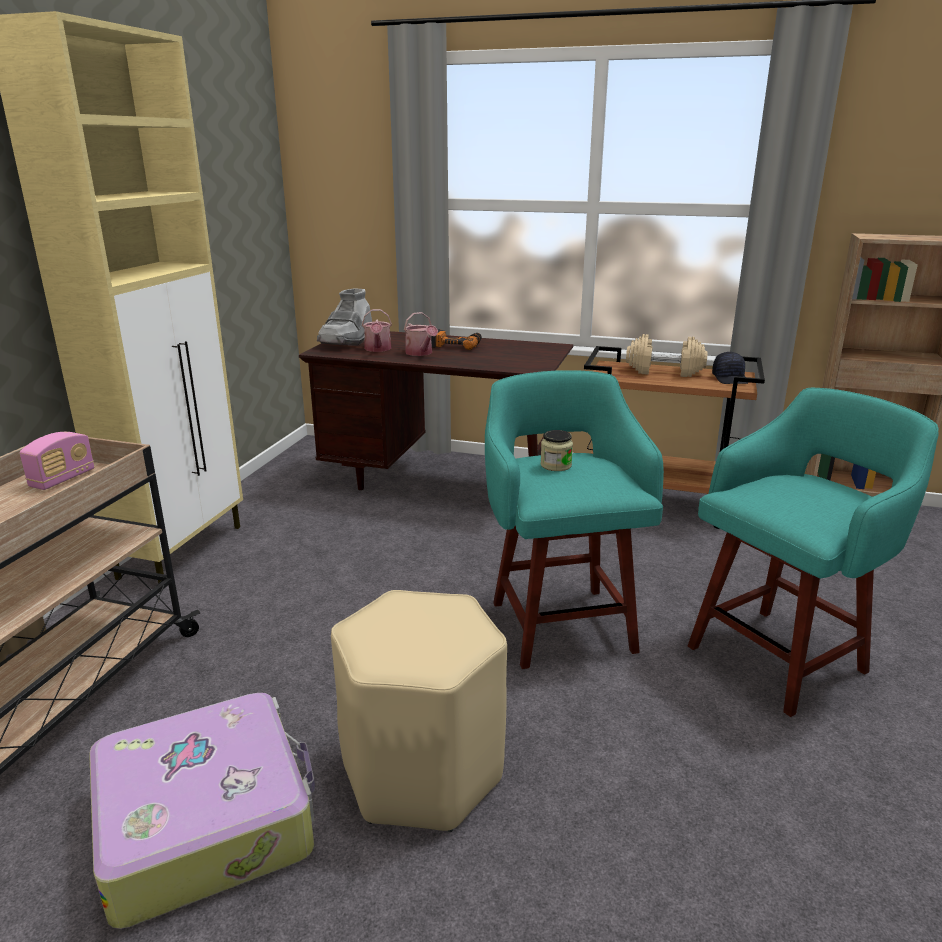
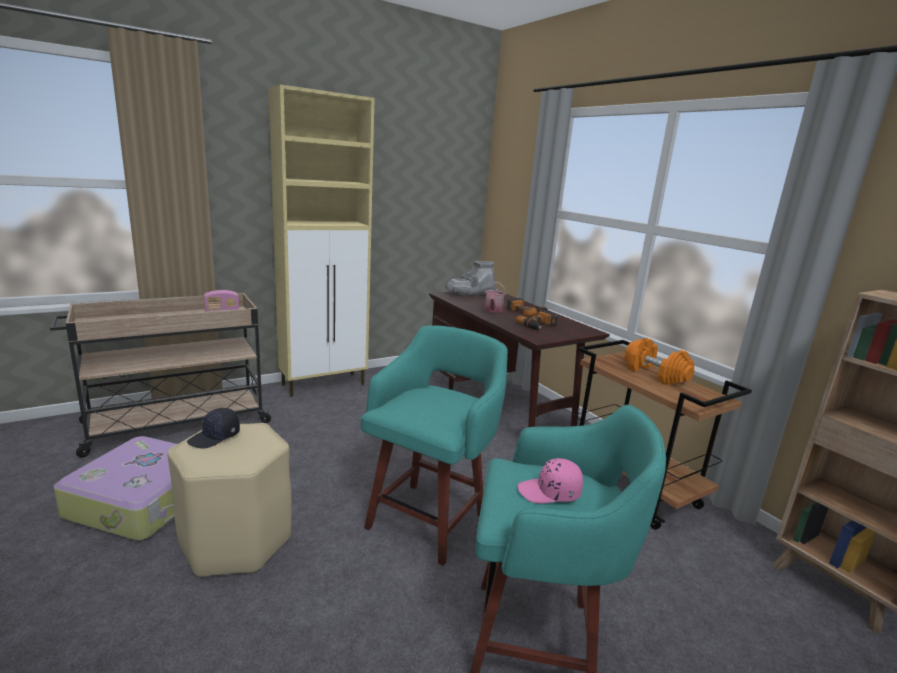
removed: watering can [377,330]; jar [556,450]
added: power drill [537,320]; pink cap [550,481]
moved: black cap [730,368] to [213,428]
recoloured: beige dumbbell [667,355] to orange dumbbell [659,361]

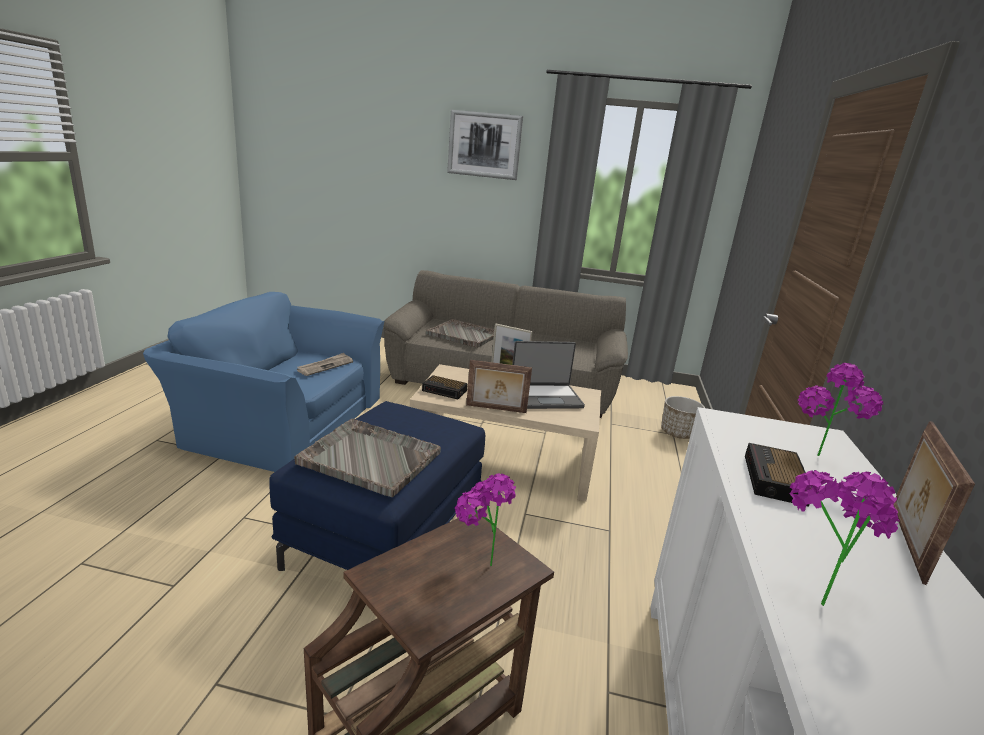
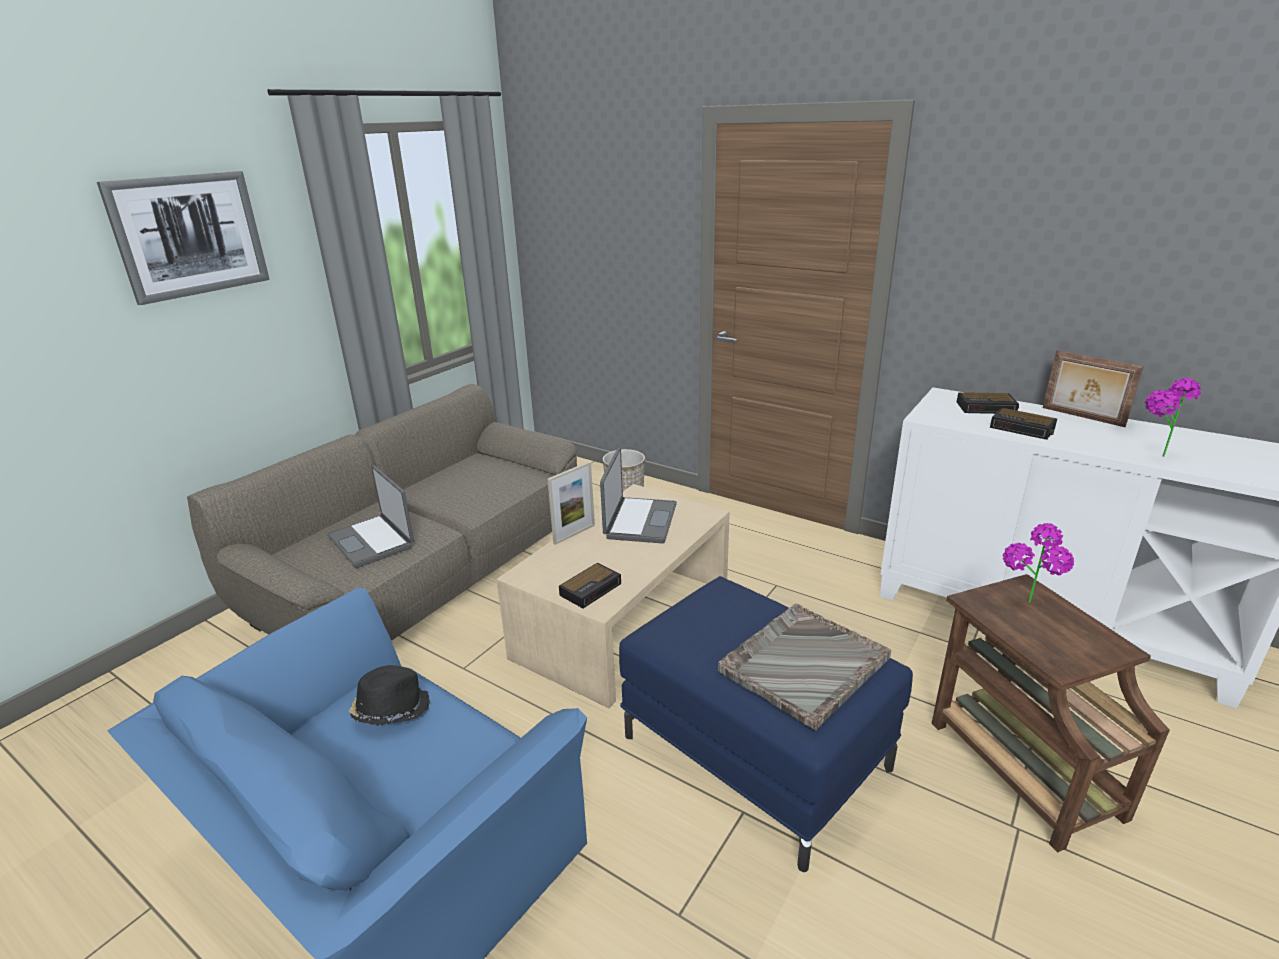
removed: picture frame [499,386]
replaced: grey tray [460,333] to laptop [370,516]; newspaper [325,364] to black hat [389,695]; potted plant [840,409] to alarm clock [988,403]

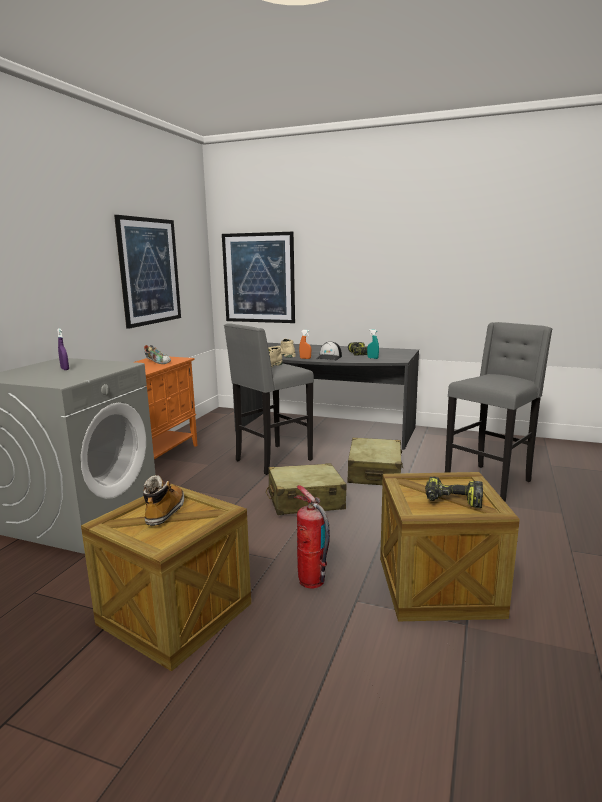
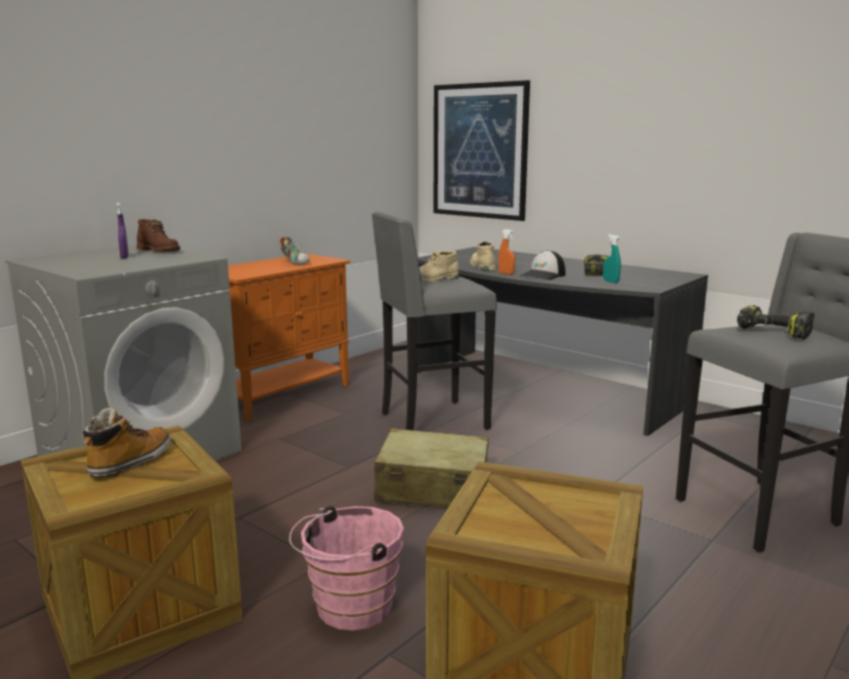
removed: picture [147,272]; beige suitcase [375,461]
added: brown boot [158,235]
moved: power drill [454,492] to [775,322]
replaced: fire extinguisher [312,536] to pink bucket [346,568]

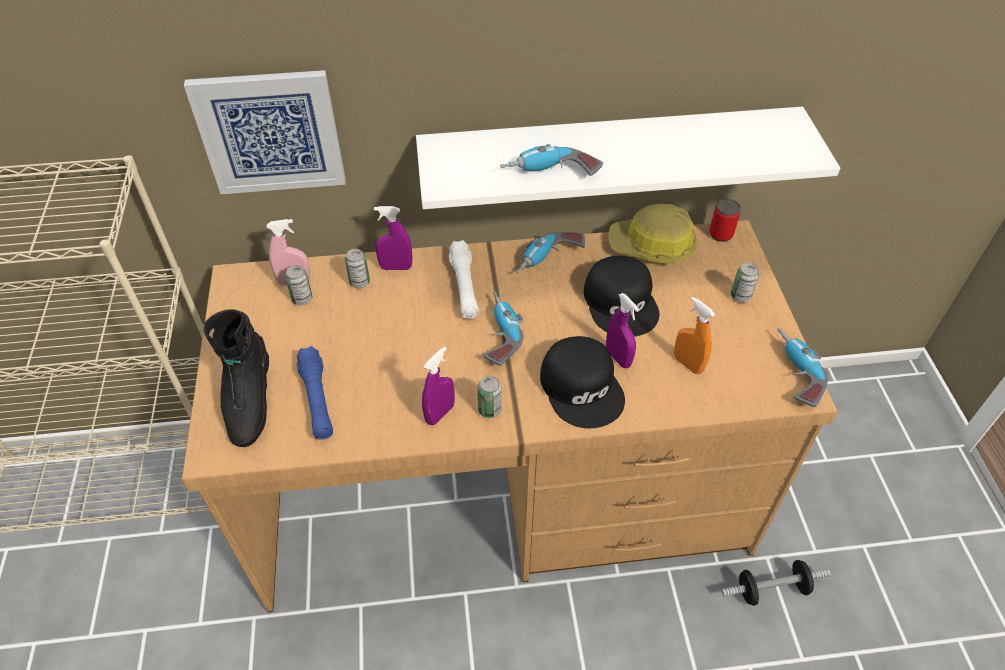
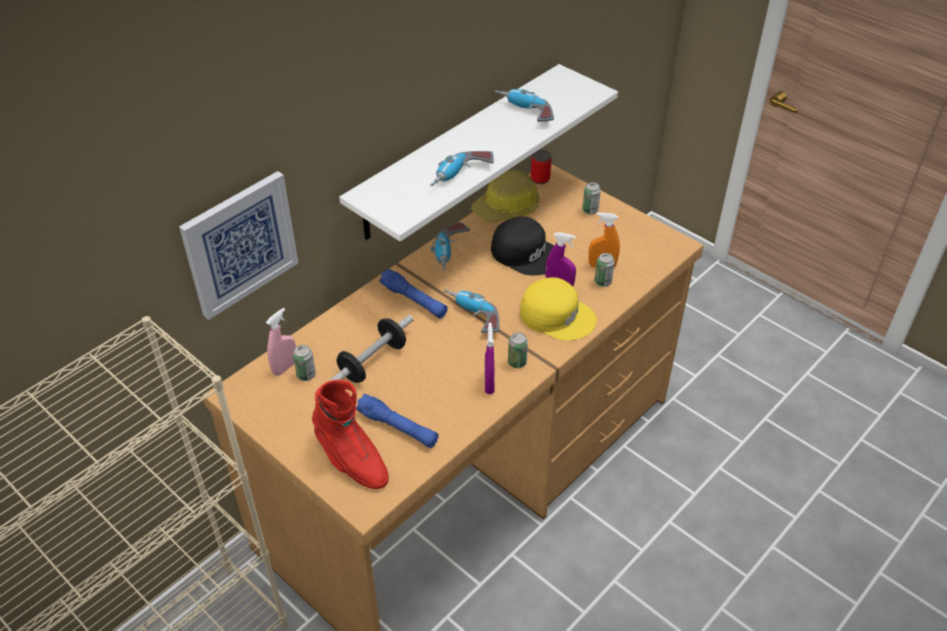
removed: purple spray bottle [393,238]
moved: can [357,268] to [605,270]; power drill [802,367] to [524,105]; dumbbell [775,583] to [371,349]
recoloured: white flashlight [464,279] to blue flashlight [413,293]; black boot [236,378] to red boot [350,434]; black cap [582,382] to yellow cap [558,309]

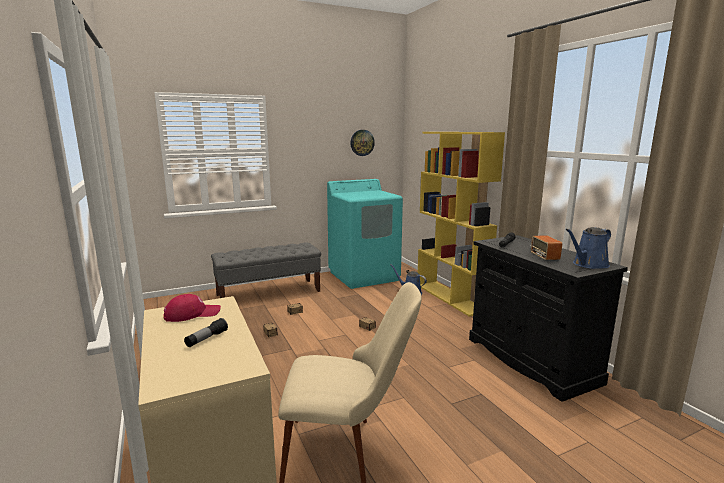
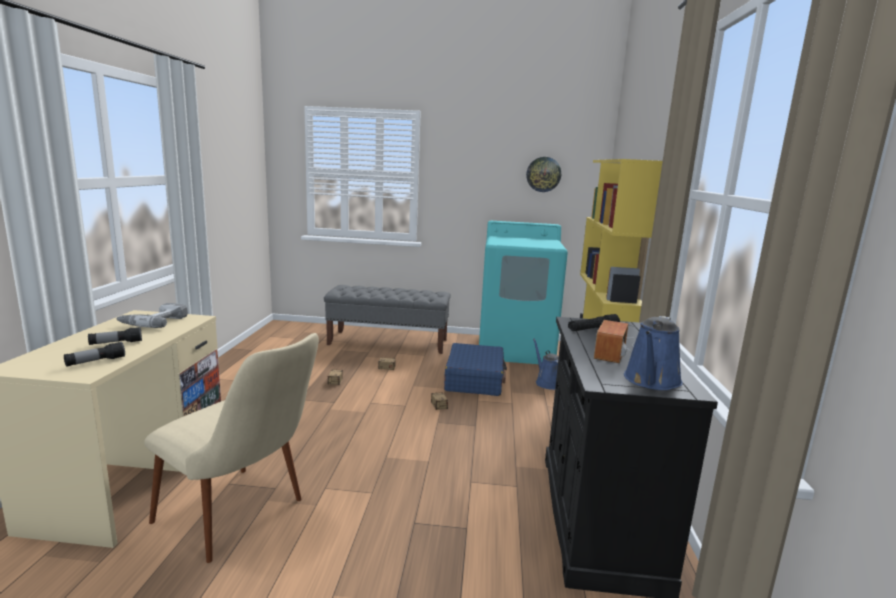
added: flashlight [94,354]; blue suitcase [475,369]
replaced: red cap [192,308] to power drill [152,315]
turned: blue watering can [588,248] = [653,353] 60 degrees counterclockwise

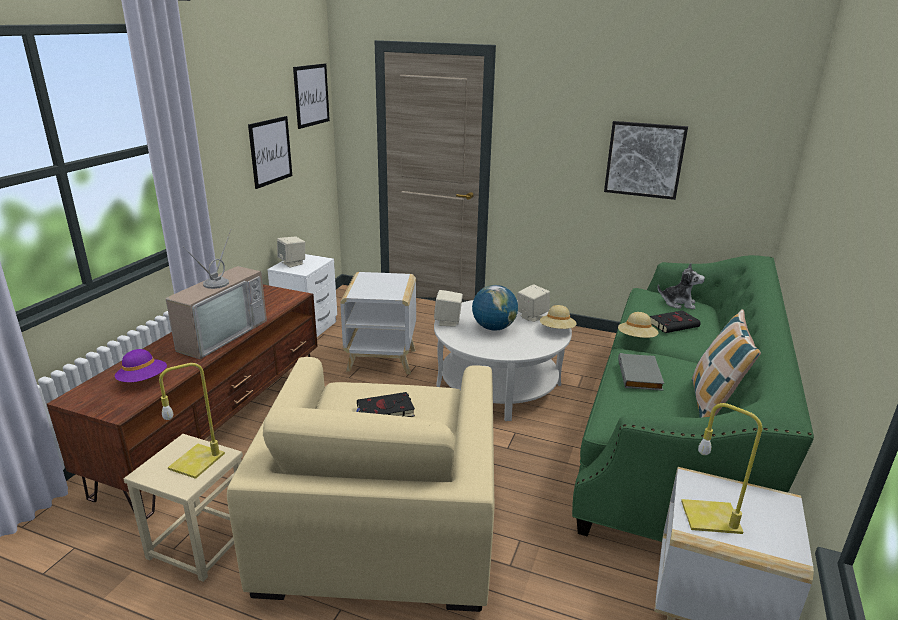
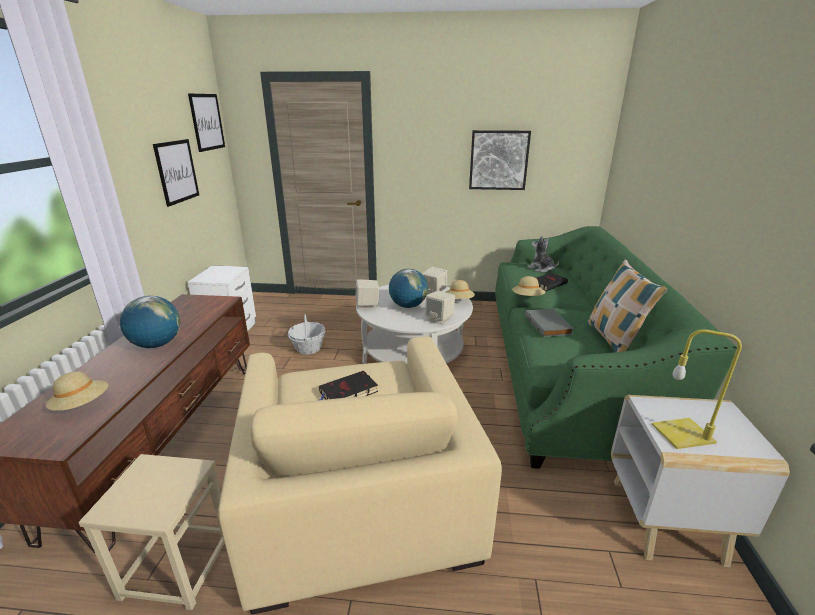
removed: yellow table lamp [192,421]
moved: beige speaker [291,251] to [440,308]
replaced: television [216,294] to globe [150,322]; white side table [378,323] to basket [306,334]
recoloured: purple hat [141,365] to beige hat [77,391]
turned: plush toy [681,286] = [543,254] 135 degrees counterclockwise

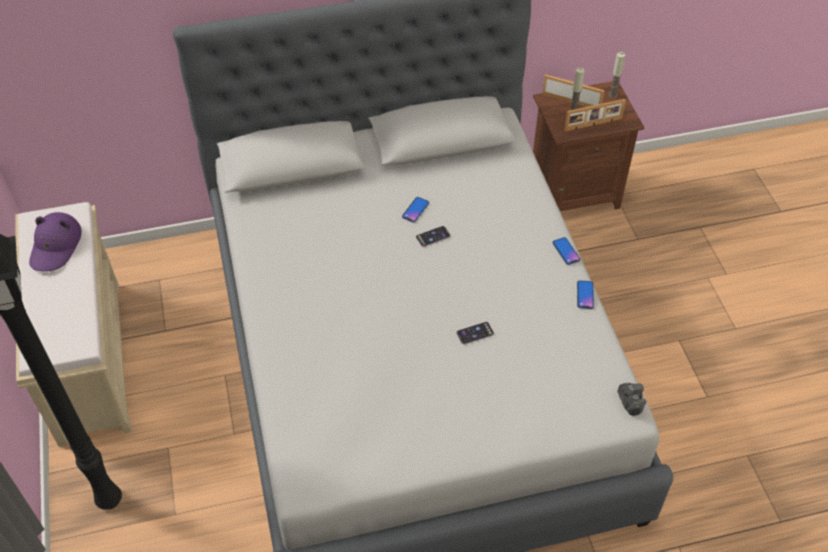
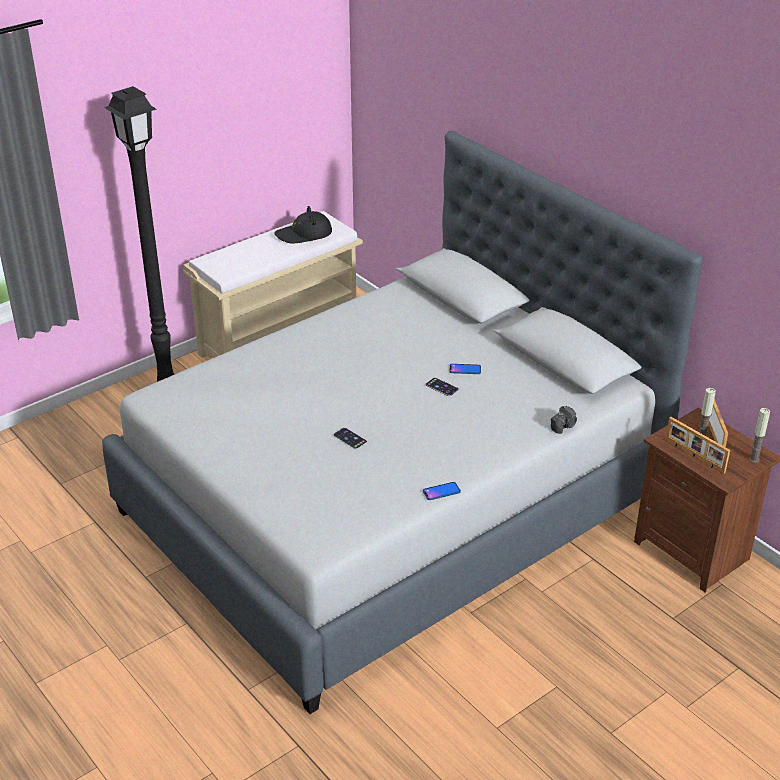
removed: phone [566,251]
moved: photo camera [631,399] to [564,419]
recoloured: purple hat [55,242] to black hat [303,224]

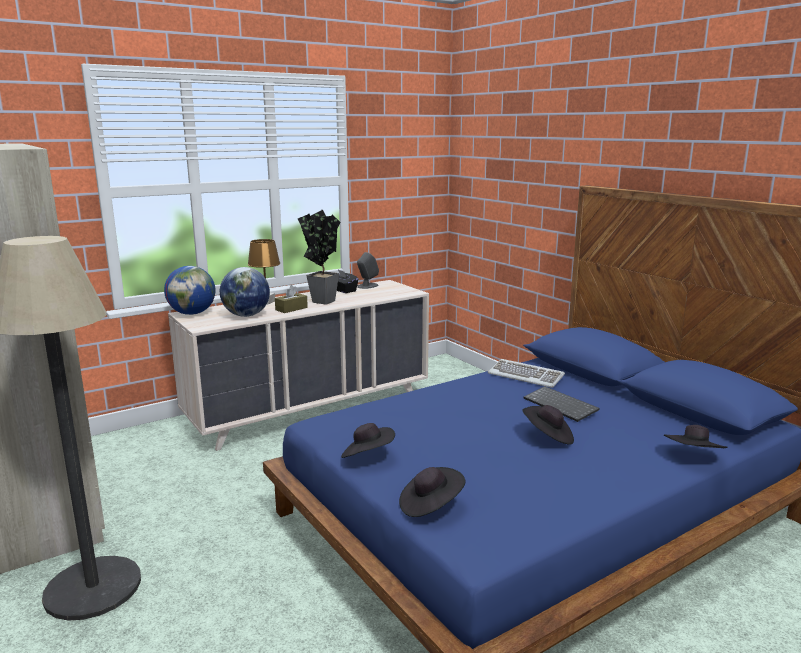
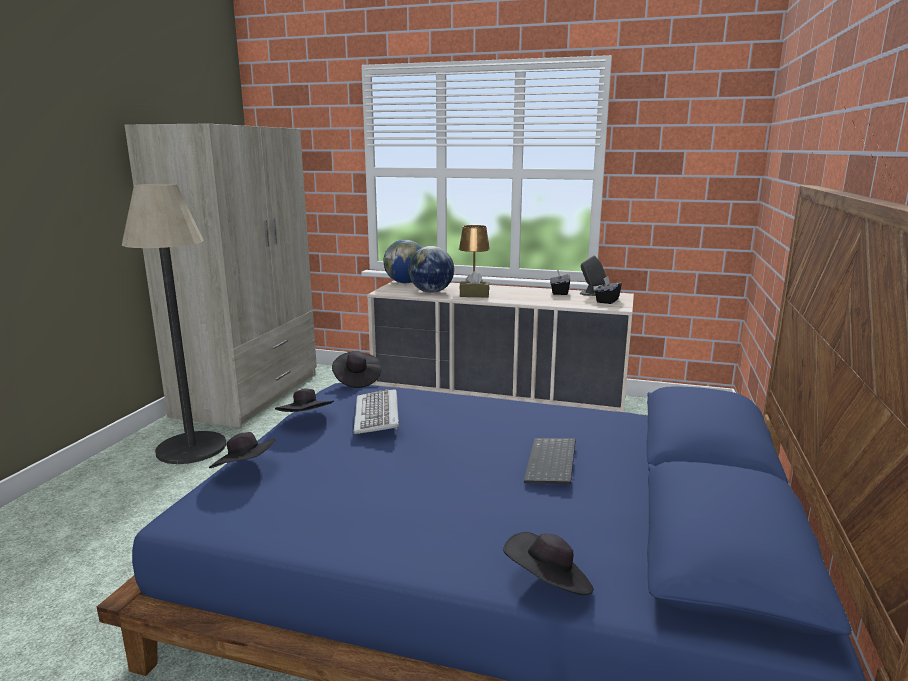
removed: potted plant [319,257]
added: black tissue box [608,290]
moved: keyboard [526,373] to [376,411]; black hat [548,425] to [357,369]

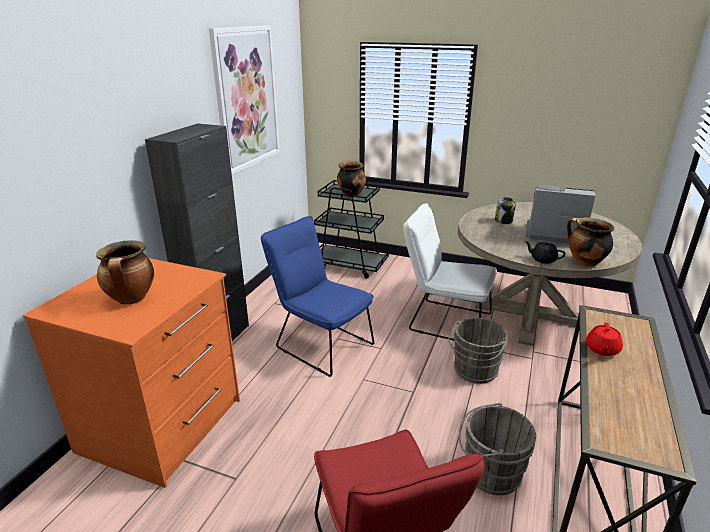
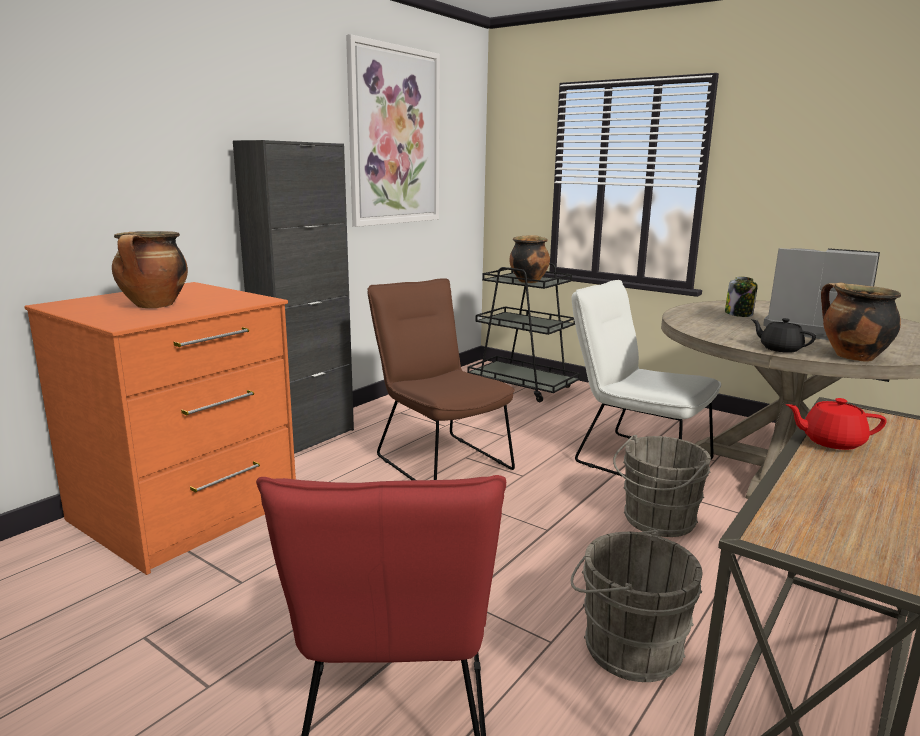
recoloured: blue chair [317,296] to brown chair [441,379]
turned: red teapot [604,339] = [836,424] 60 degrees clockwise

